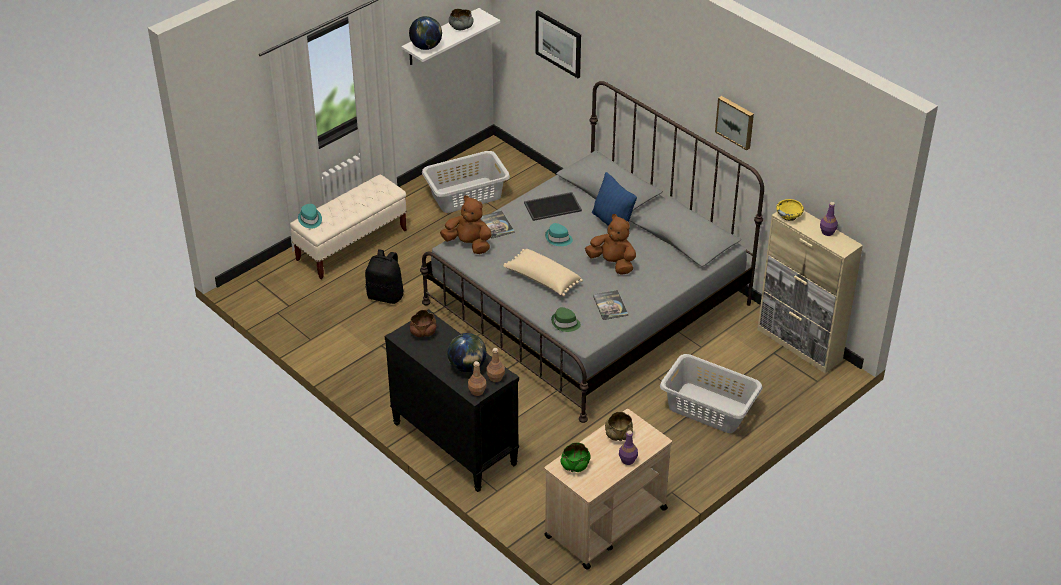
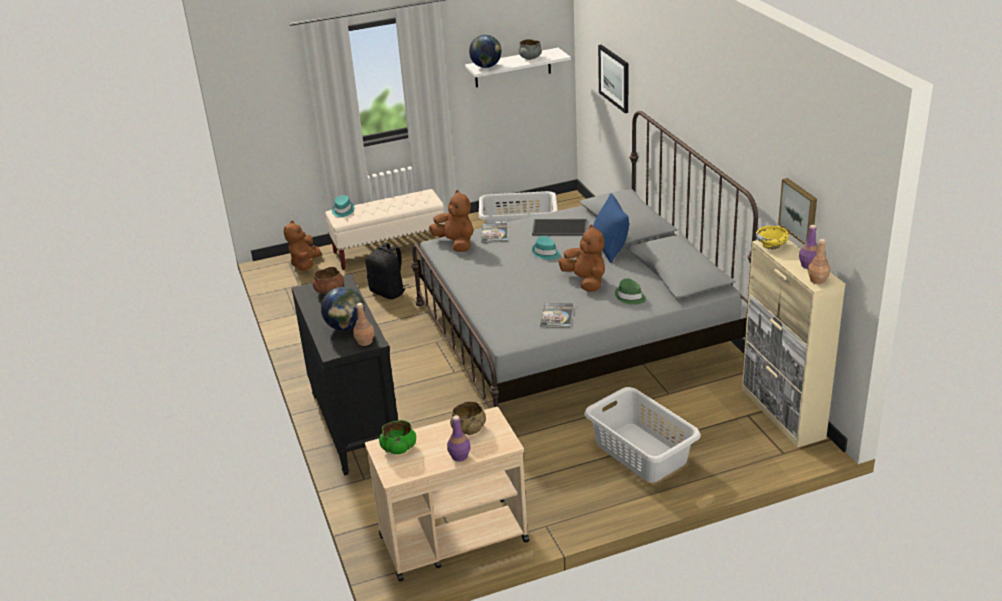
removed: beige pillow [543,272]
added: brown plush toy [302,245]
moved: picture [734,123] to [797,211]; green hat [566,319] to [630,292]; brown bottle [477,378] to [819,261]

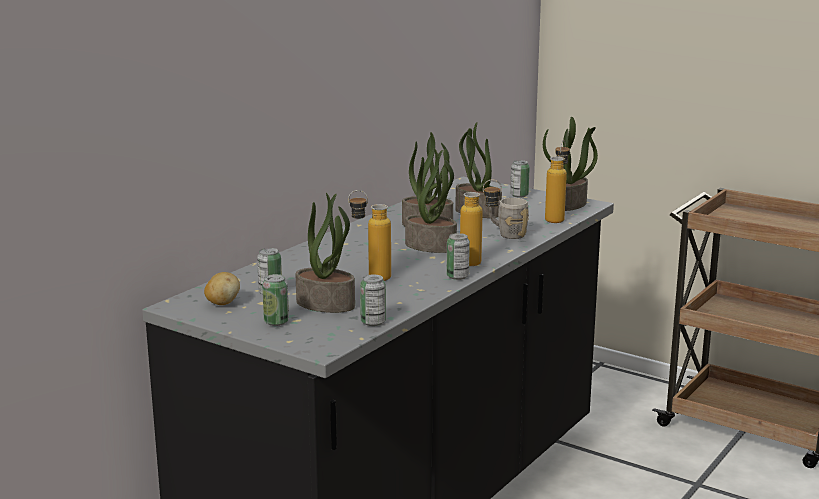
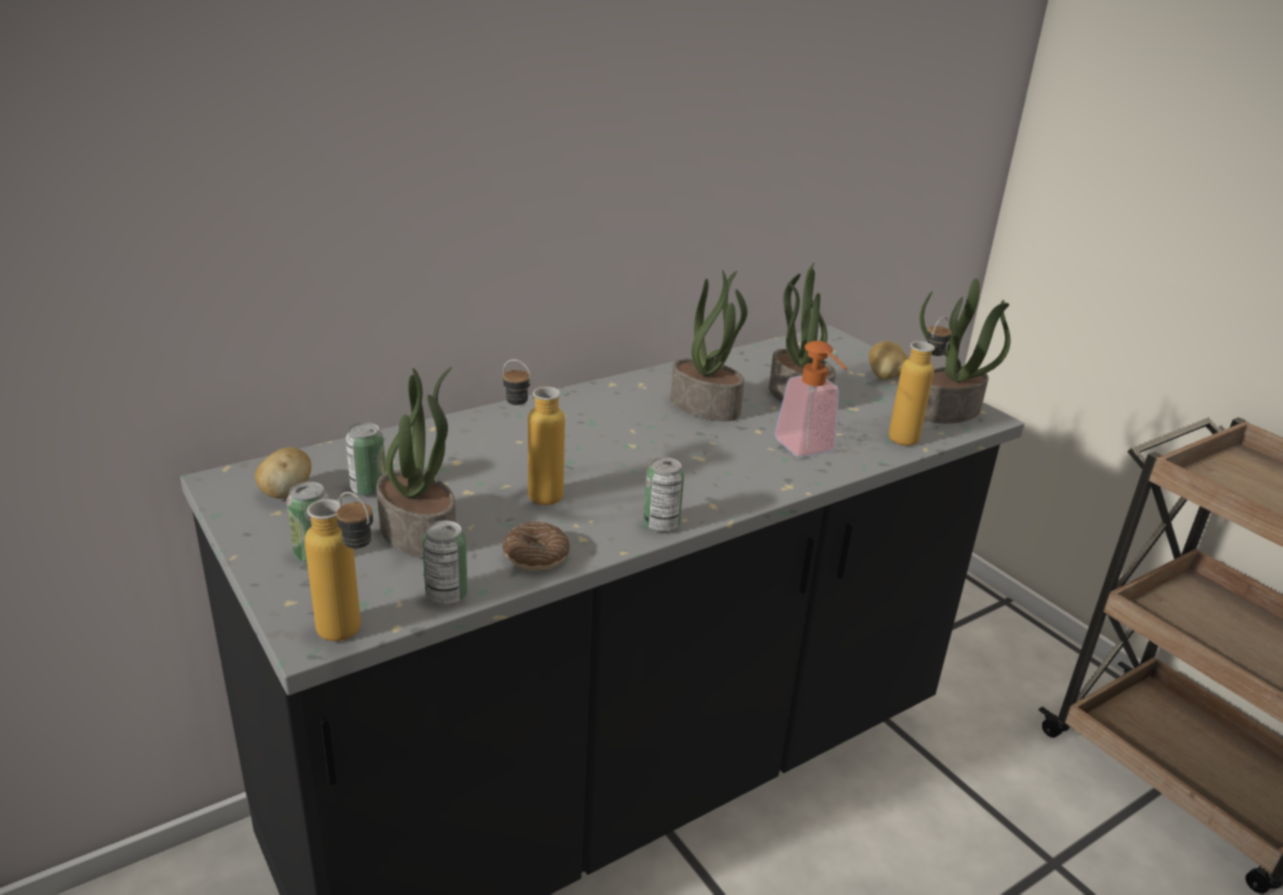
removed: potted plant [431,200]
added: donut [536,546]
moved: bottle [481,222] to [339,566]
replaced: can [520,178] to potato [888,360]; grey mug [509,218] to soap dispenser [811,399]

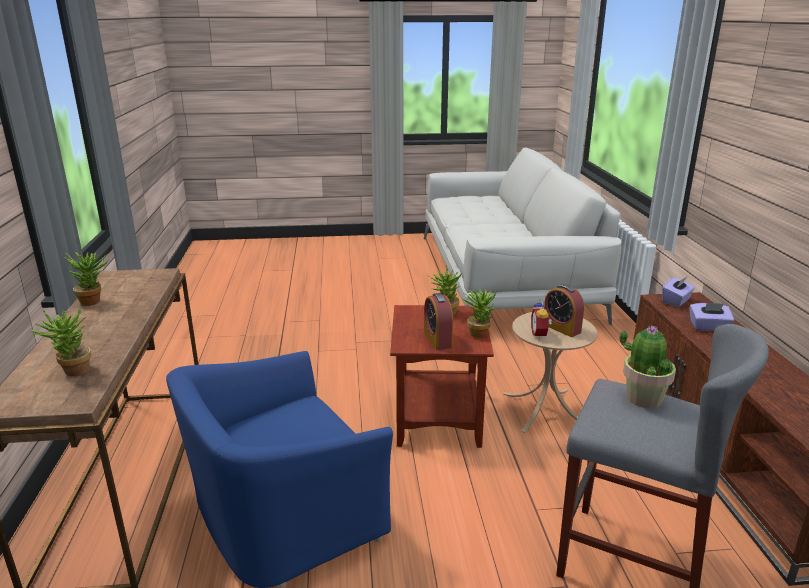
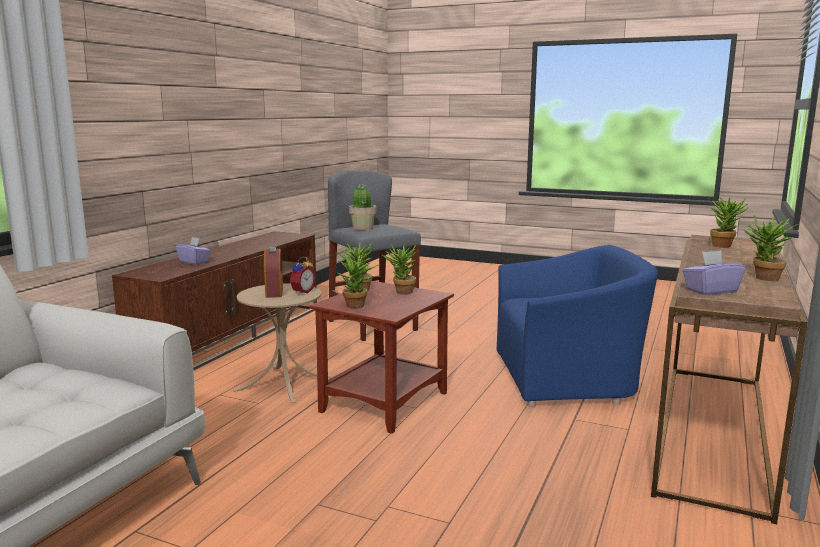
moved: purple tissue box [678,291] to [714,272]
replaced: alarm clock [438,321] to potted plant [400,269]

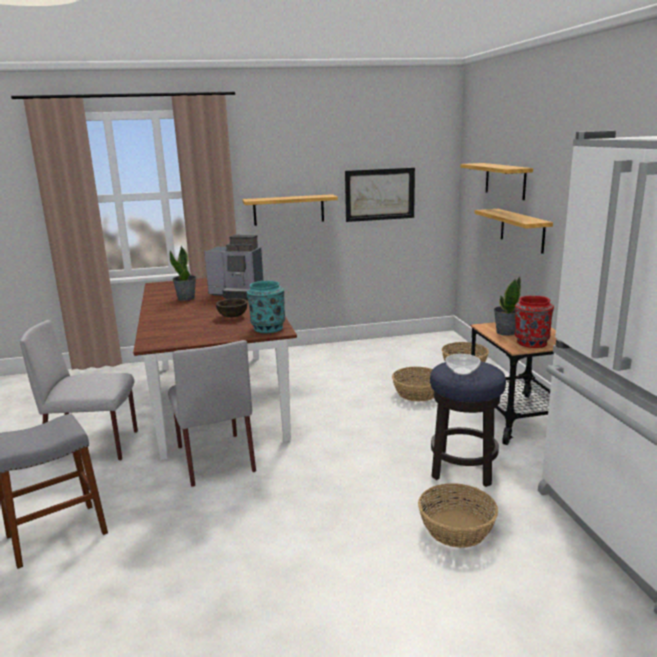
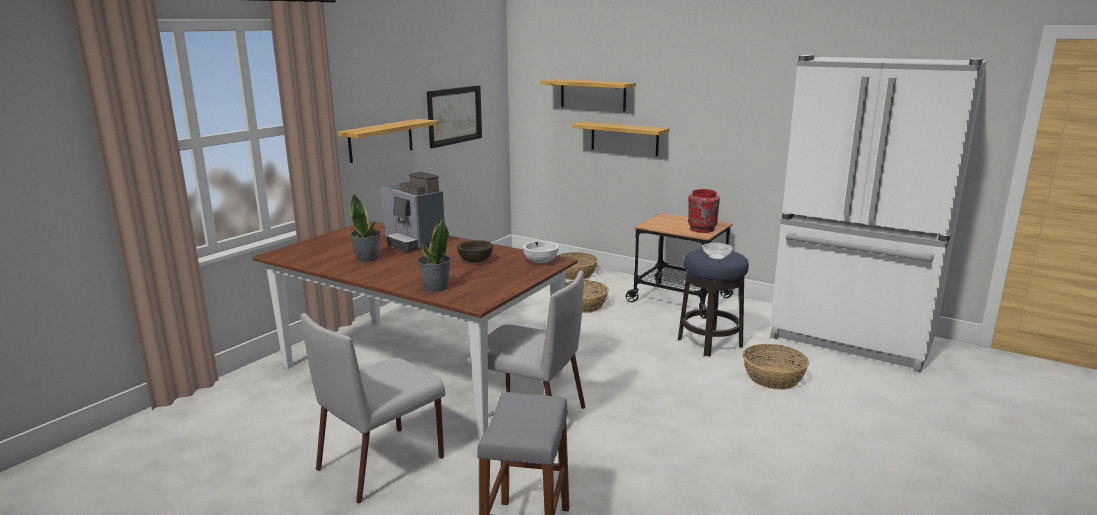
moved: potted plant [507,306] to [434,254]
replaced: turquoise vase [266,307] to white bowl [541,252]
turned: coffee machine [233,267] = [412,212] 75 degrees clockwise

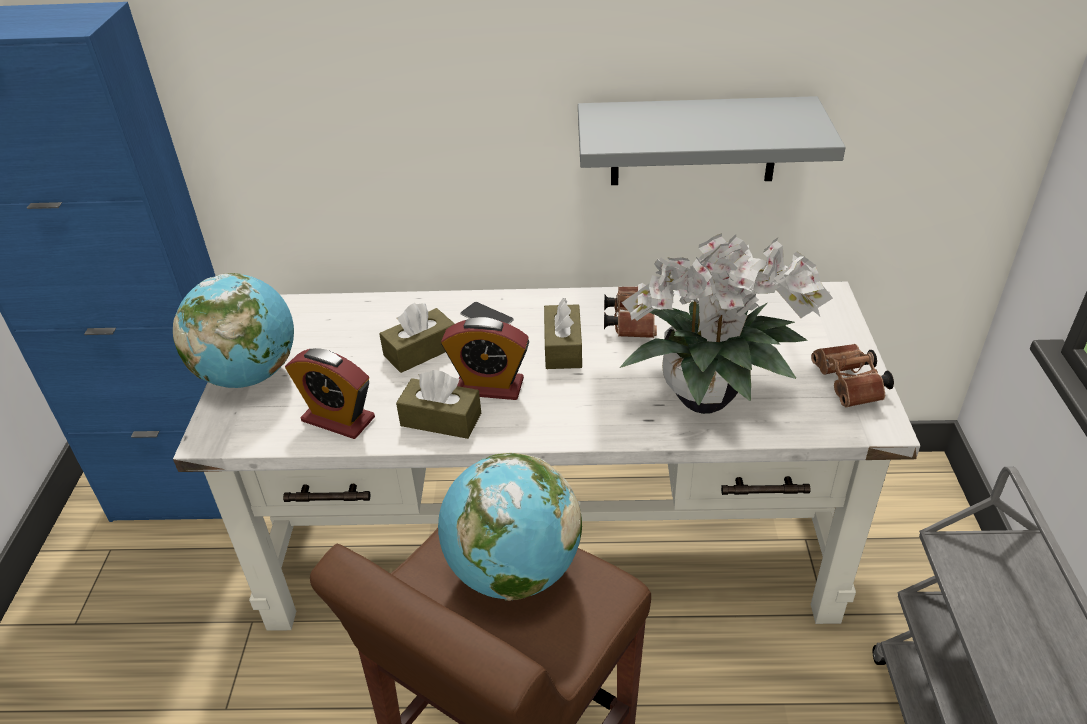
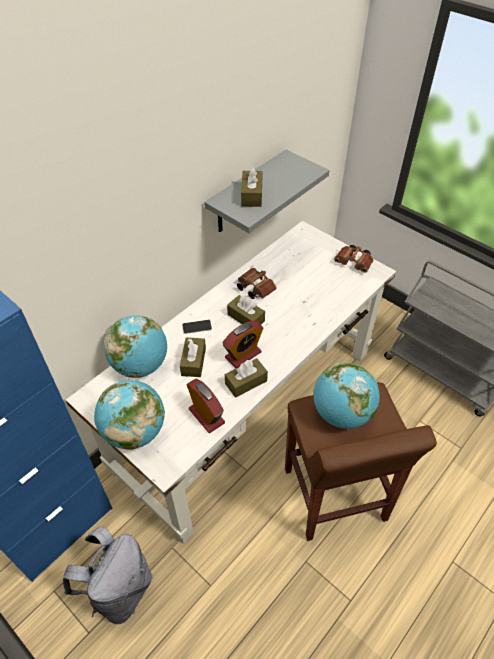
removed: potted plant [726,323]
added: brown tissue box [252,186]; globe [135,346]; grey backpack [108,575]
turned: alarm clock [330,393] = [205,406] 105 degrees counterclockwise

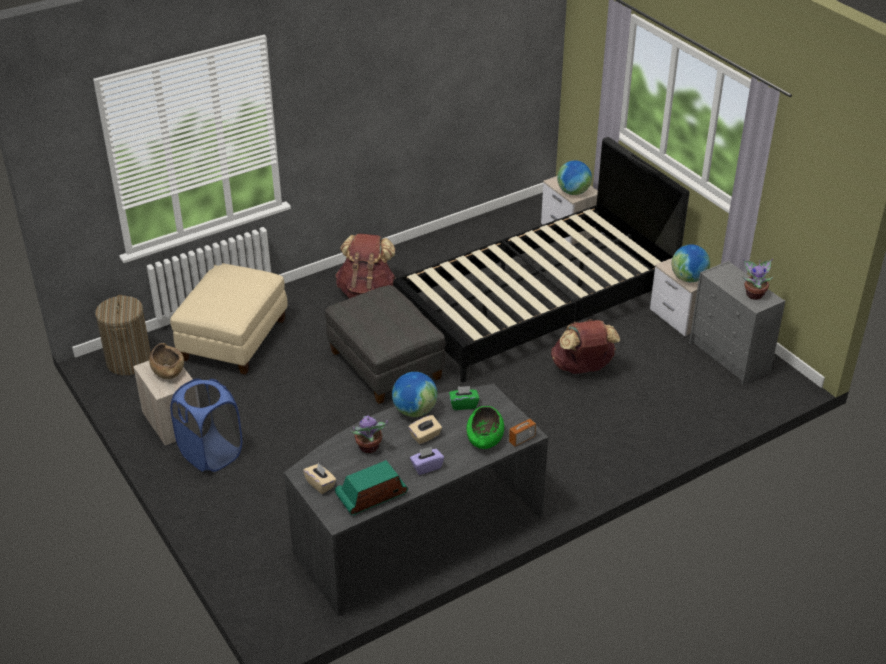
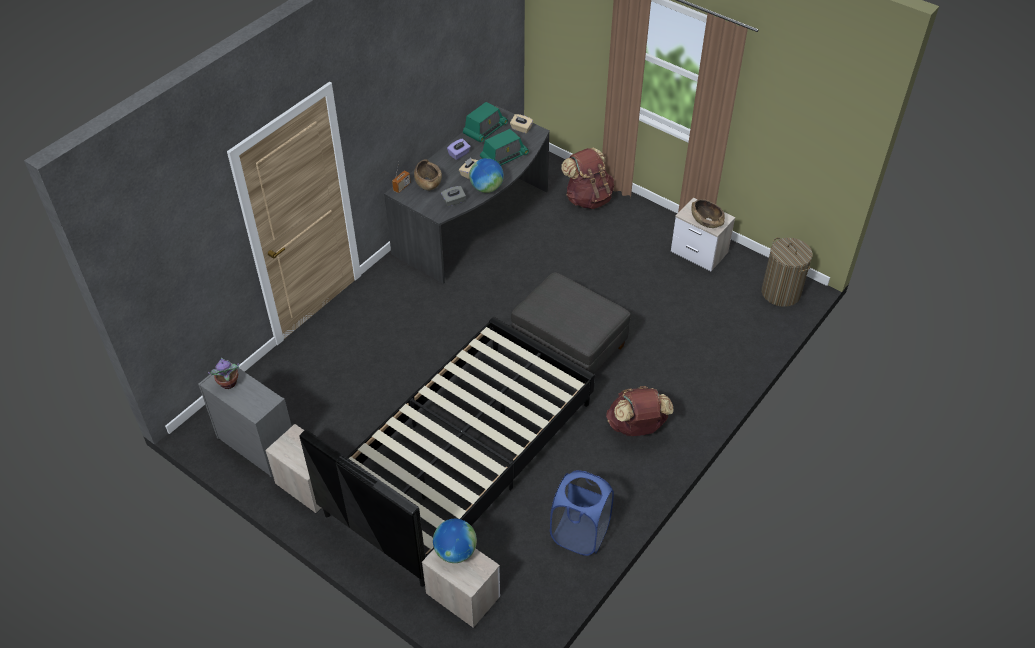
removed: globe [691,263]; beige ottoman [228,319]
moved: brown backpack [585,346] to [587,178]; blue laundry basket [206,425] to [582,513]
replaced: potted plant [369,434] to radio [504,147]
recoloured: green tissue box [464,398] to grey tissue box [453,196]; green bowl [485,427] to brown bowl [428,174]

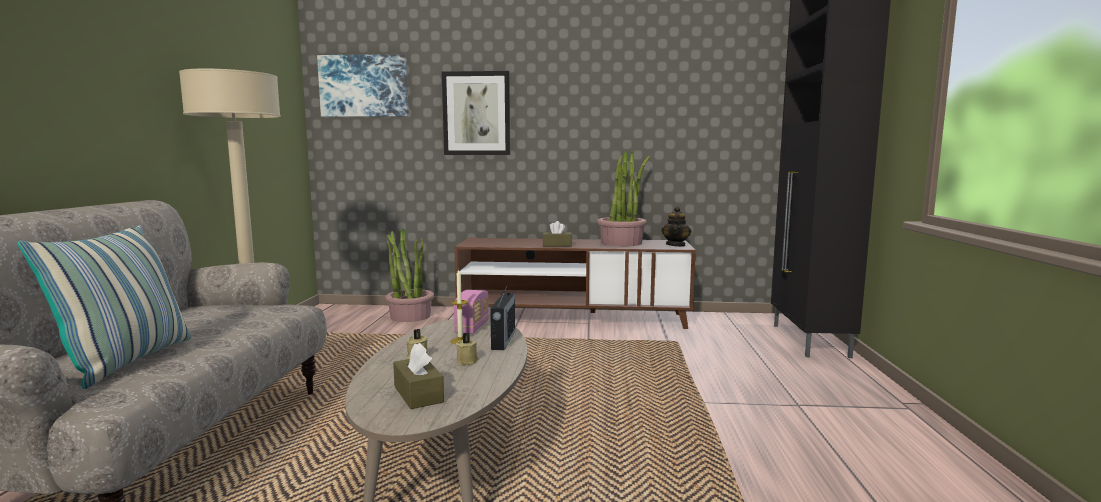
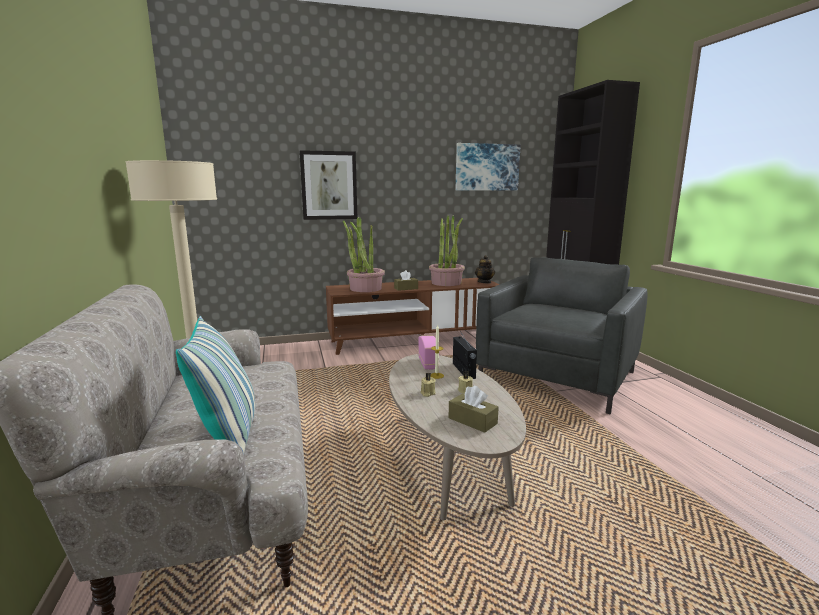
added: grey armchair [562,335]
moved: picture [363,85] to [488,167]; potted plant [409,275] to [364,254]

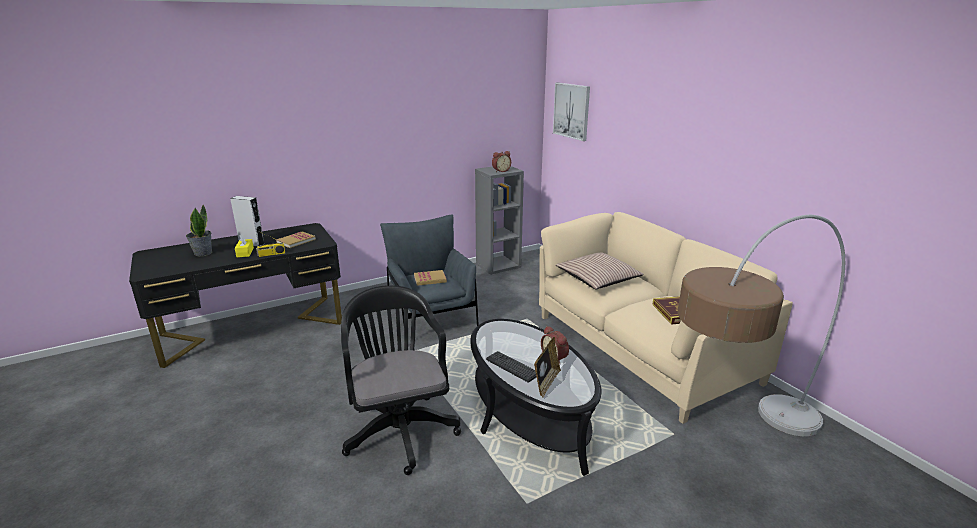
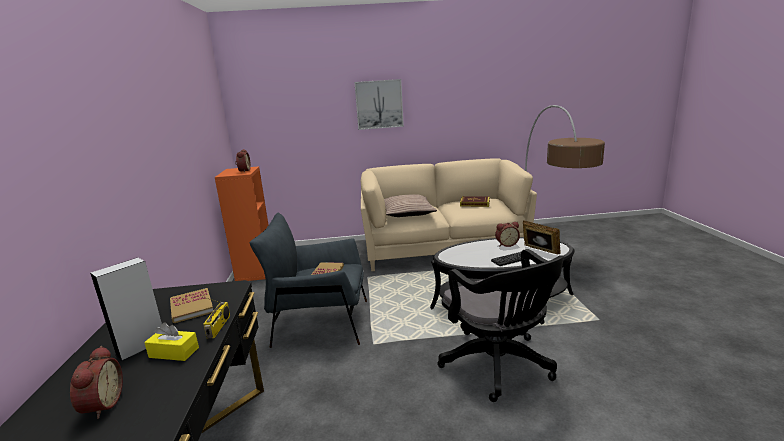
moved: picture [571,112] to [379,104]
replaced: potted plant [199,230] to alarm clock [96,382]
recoloured: grey bookcase [499,220] to orange bookcase [241,223]
turned: black office chair [401,380] = [500,325] 120 degrees counterclockwise

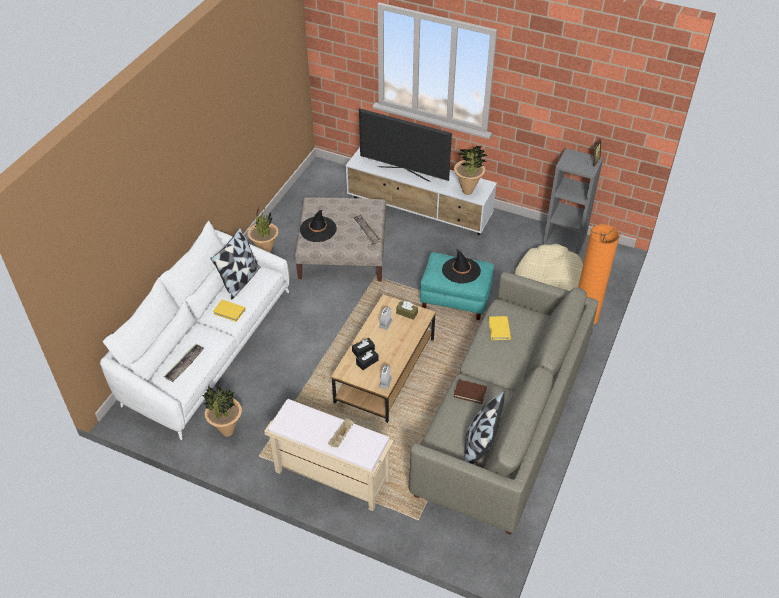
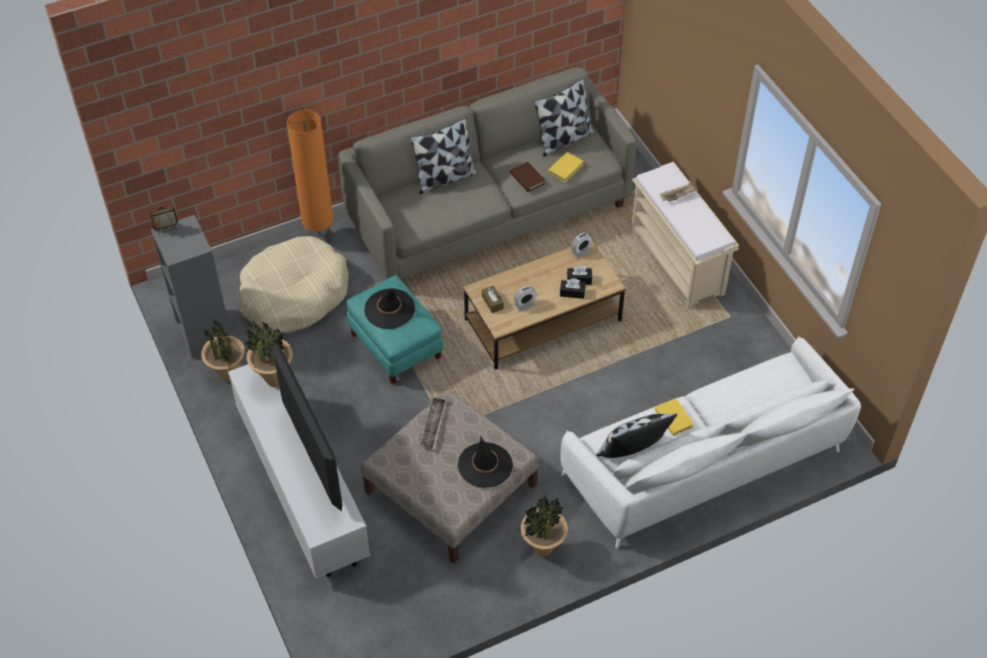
removed: tray [184,363]
added: pillow [443,156]
moved: yellow book [500,328] to [566,167]; potted plant [222,411] to [223,350]

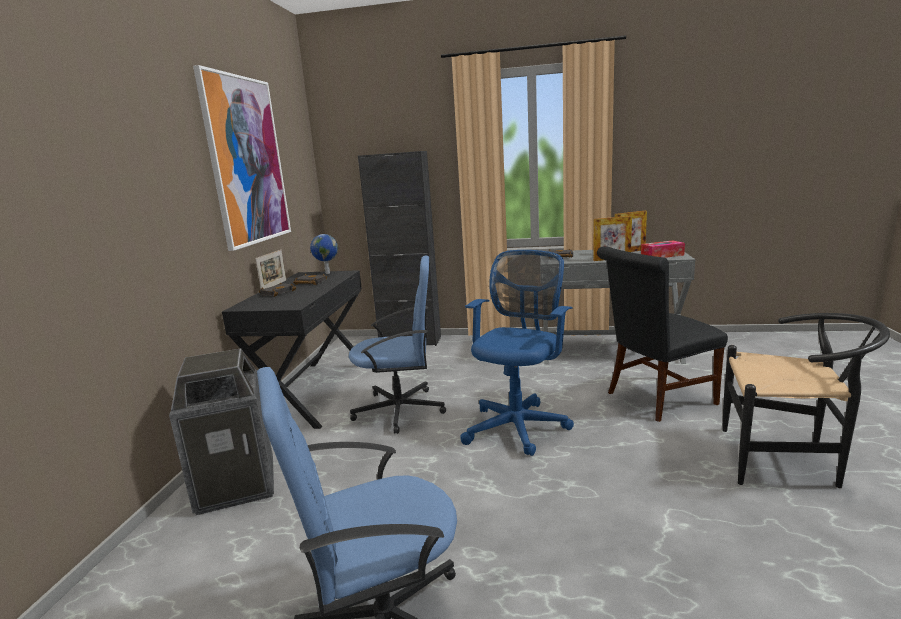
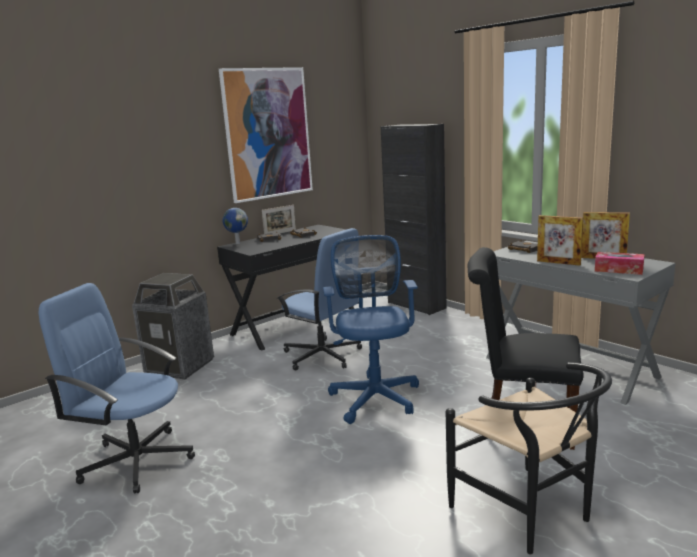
moved: globe [324,254] to [235,226]
turned: blue office chair [517,353] = [371,329] 75 degrees counterclockwise

